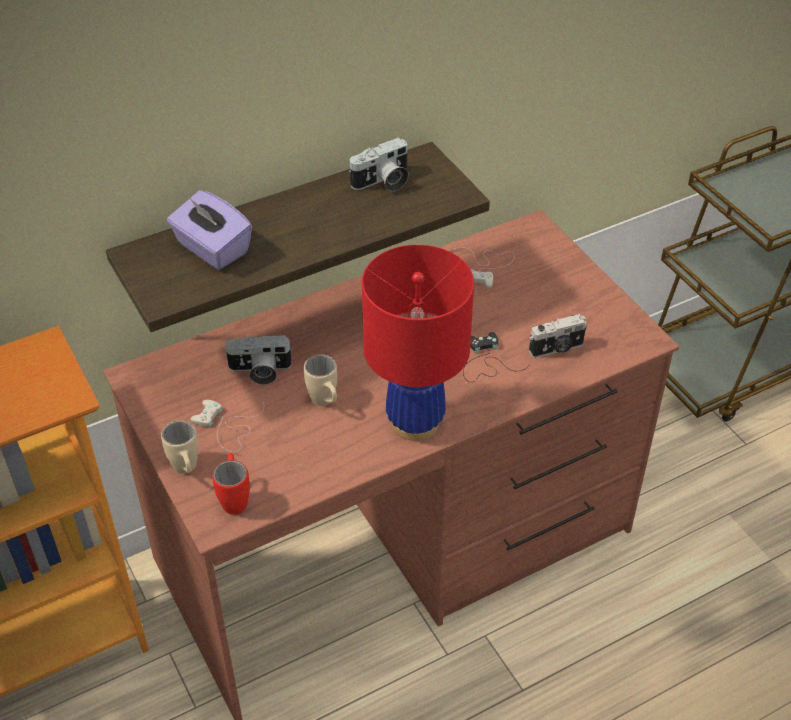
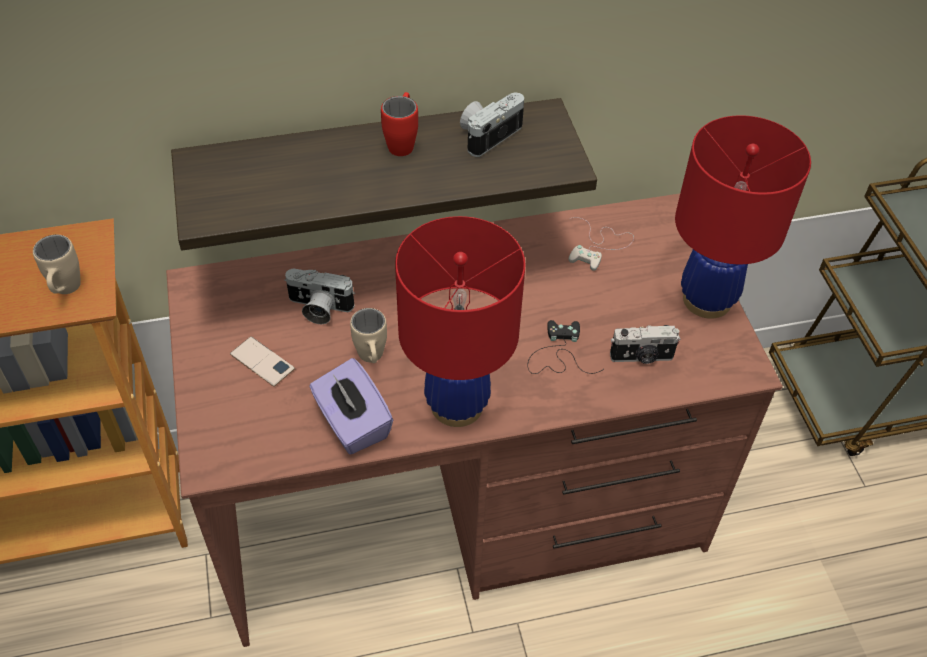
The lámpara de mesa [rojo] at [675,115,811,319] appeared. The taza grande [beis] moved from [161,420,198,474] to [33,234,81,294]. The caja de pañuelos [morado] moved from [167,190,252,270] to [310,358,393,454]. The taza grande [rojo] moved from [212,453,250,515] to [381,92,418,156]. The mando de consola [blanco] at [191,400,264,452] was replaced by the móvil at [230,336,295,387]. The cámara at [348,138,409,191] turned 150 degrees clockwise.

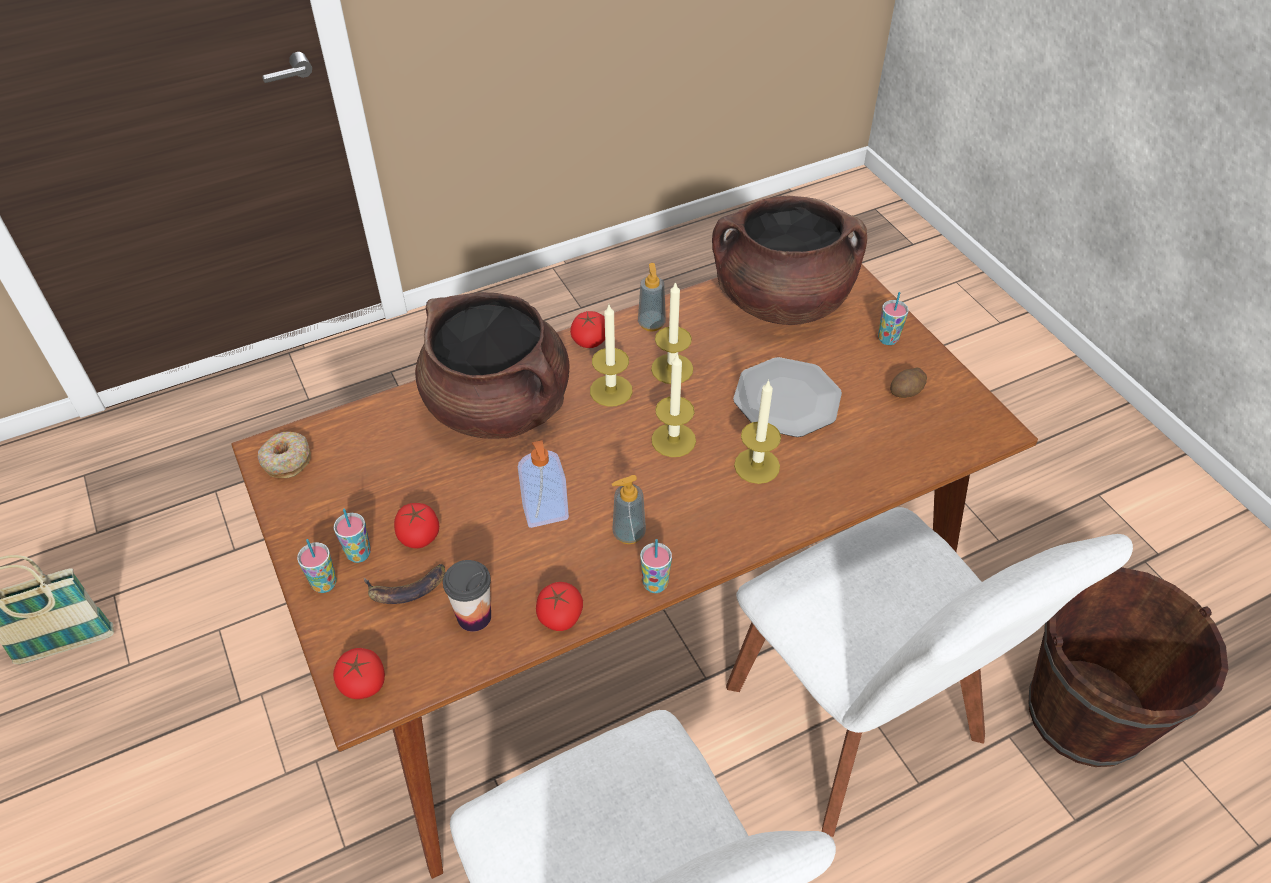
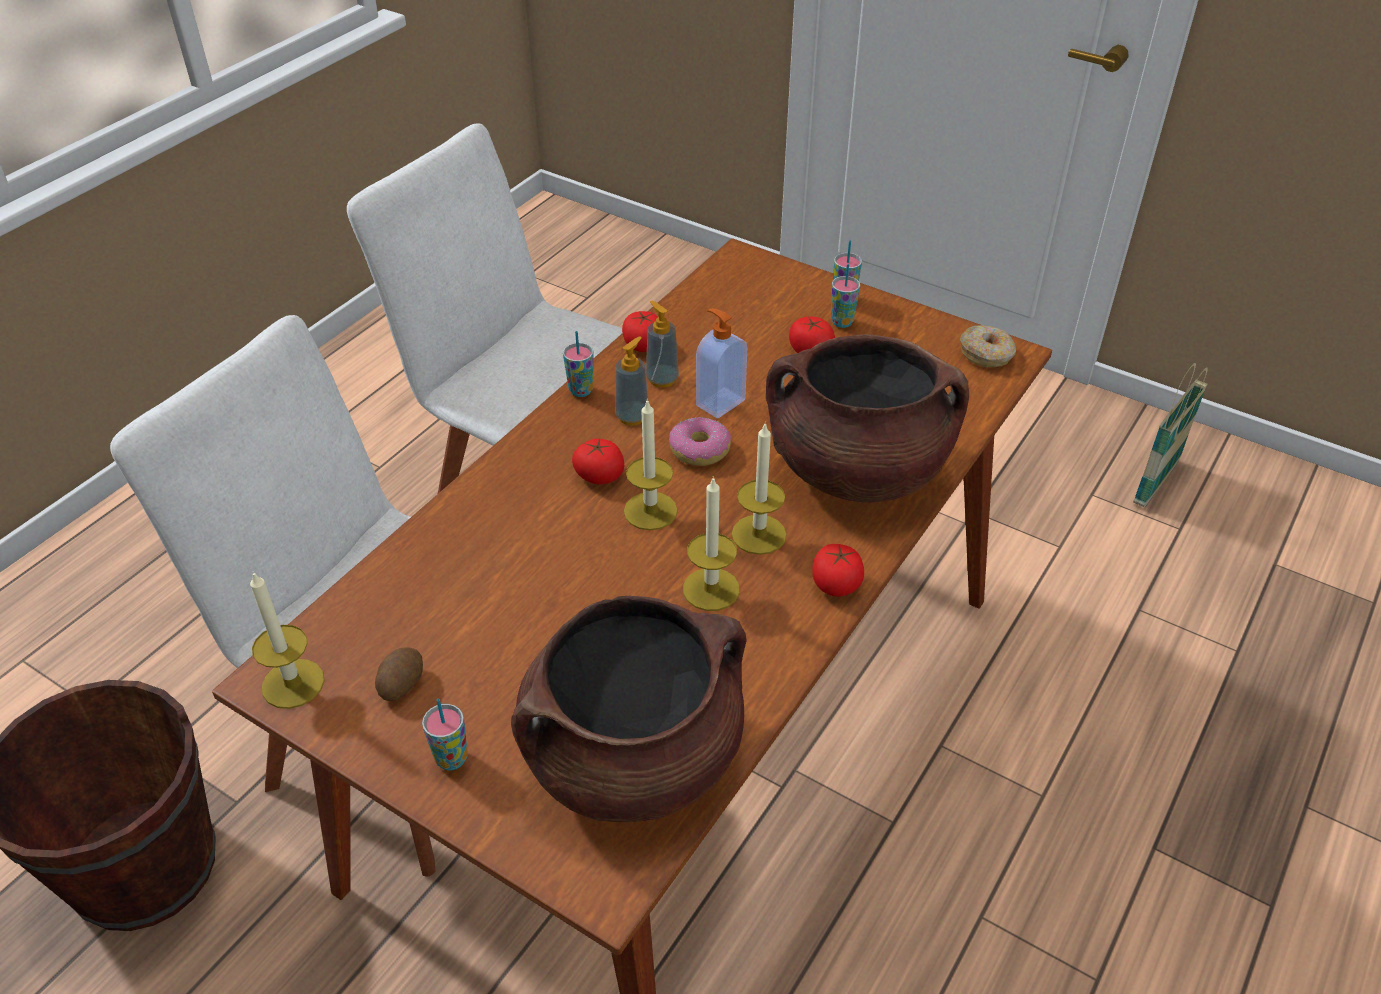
The plátano at [364,564,445,604] disappeared. The taza at [443,560,491,632] disappeared. The plato at [733,357,842,437] disappeared. The rosquilla at [669,417,731,466] appeared. The tomate moved from [333,648,385,699] to [572,439,624,485]. The dispensador de jabón moved from [638,263,666,331] to [646,301,679,388]. The vela moved from [734,379,781,484] to [250,571,325,709].

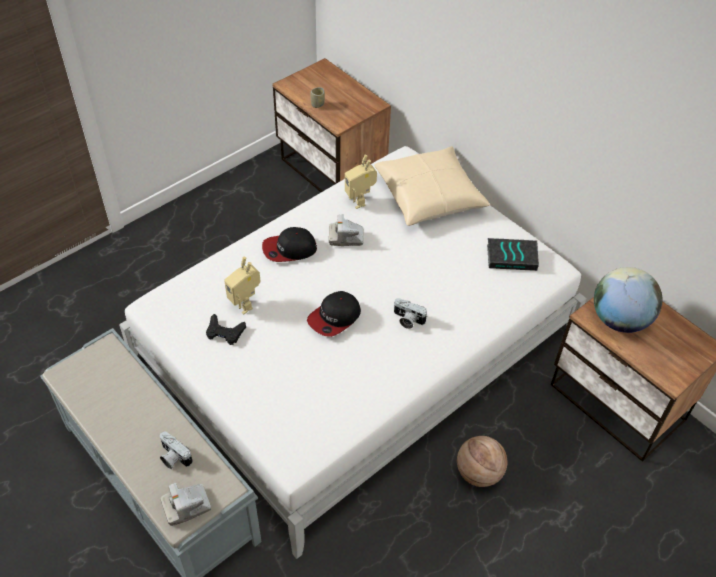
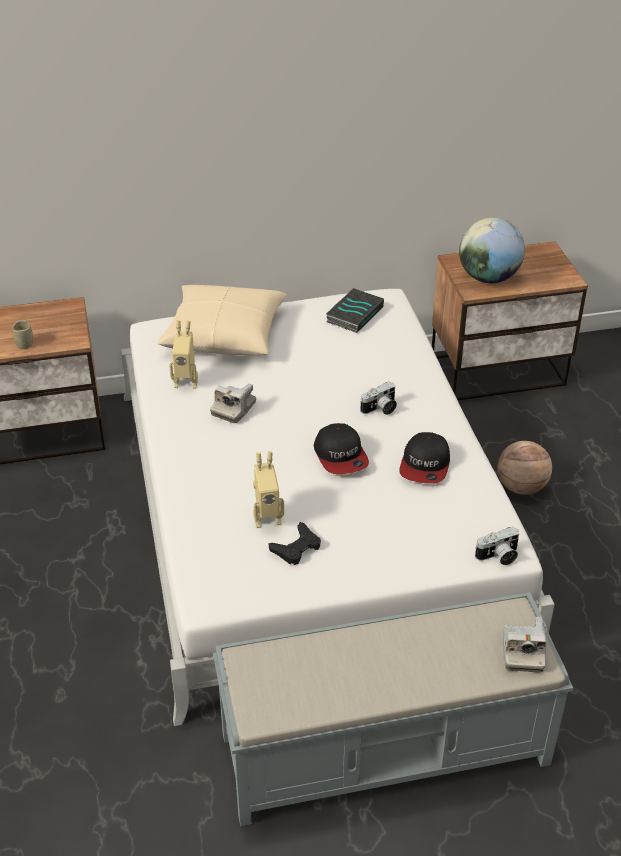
The cámara moved from [160,432,193,469] to [475,527,519,565]. The gorra moved from [262,227,317,262] to [399,432,450,484].

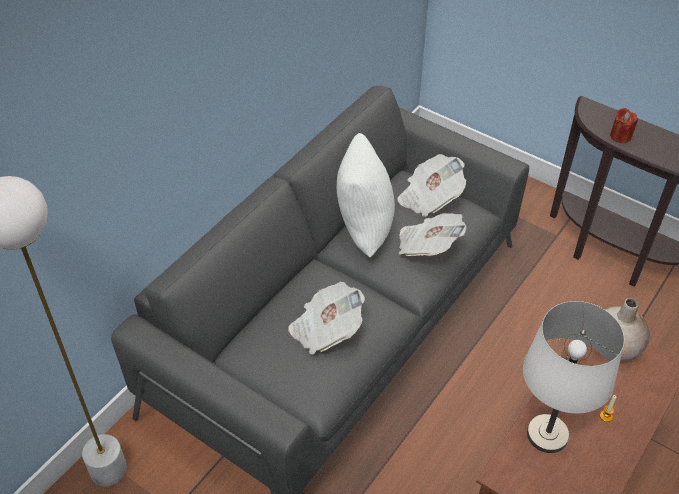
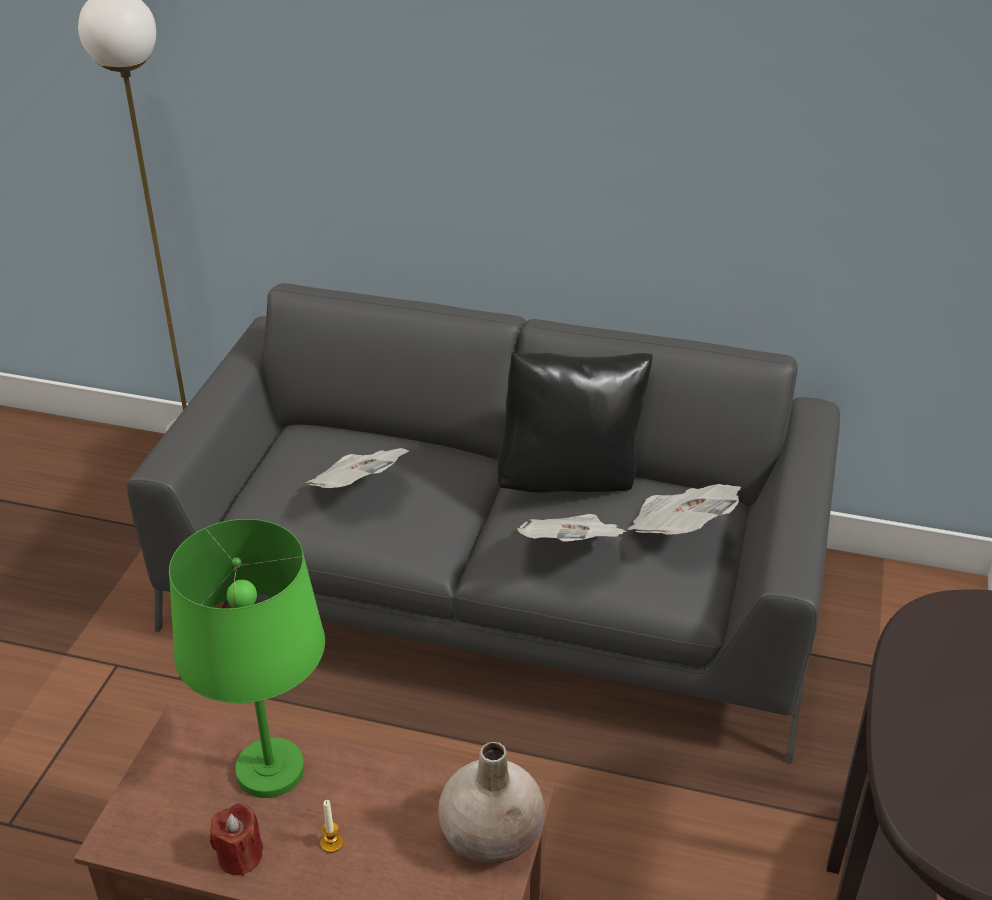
The vela [rojo] moved from [610,108,638,143] to [210,803,263,876]. The cojín [blanco] at [337,133,395,257] became the cojín [negro] at [497,352,653,493]. The lámpara de mesa [blanco] at [523,301,624,453] became the lámpara de mesa [verde] at [169,519,325,798].

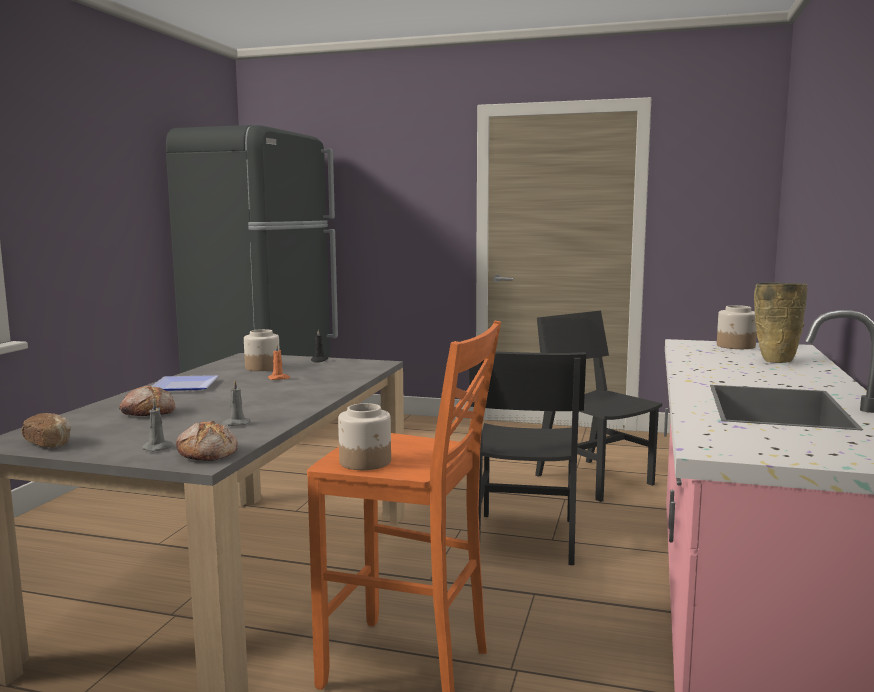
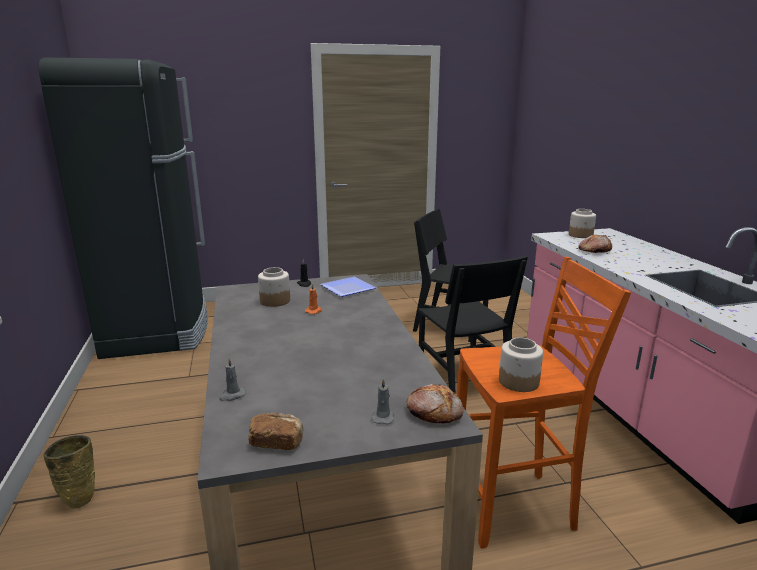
The pan moved from [119,386,175,416] to [578,235,612,253]. The plato moved from [151,375,218,391] to [320,277,376,297]. The vela [gris] moved from [222,380,250,426] to [219,358,246,401]. The florero [beis] moved from [754,283,807,363] to [43,435,95,508].

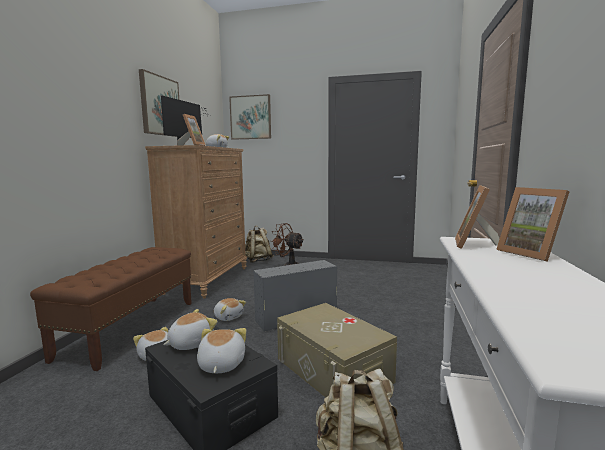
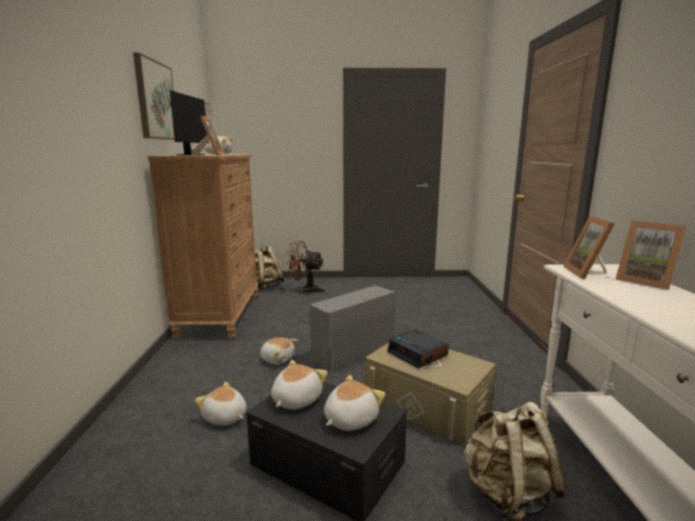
The banco [marrón] at [30,247,192,371] disappeared. The cuadro at [229,94,271,140] disappeared. The despertador at [387,329,449,369] appeared. The peluche at [197,328,246,373] turned 60 degrees clockwise.

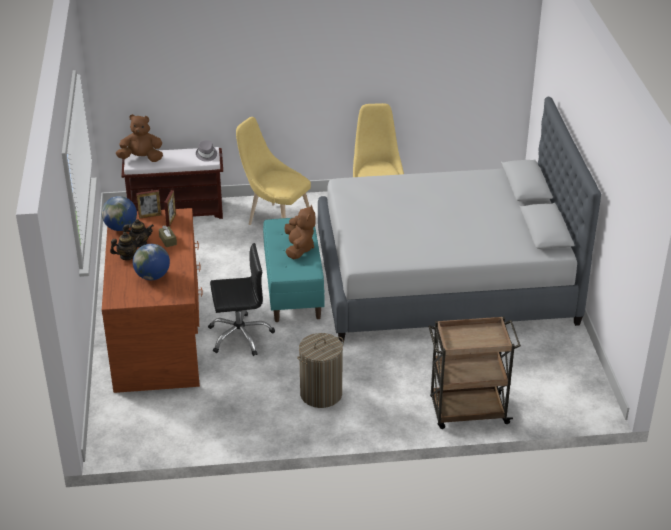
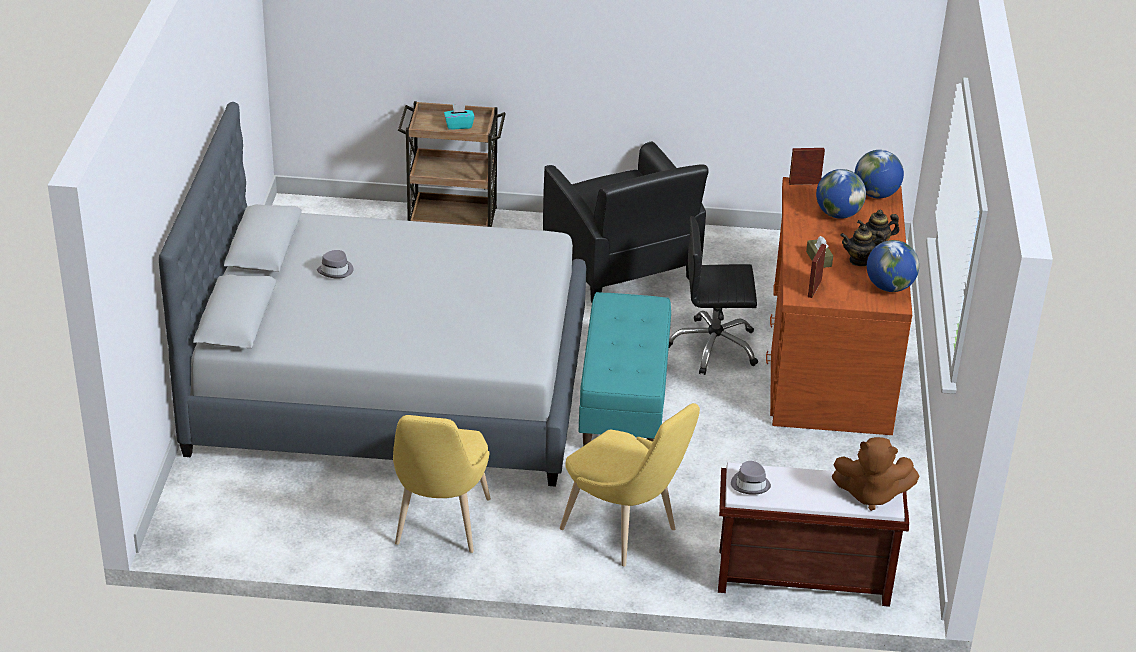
The peluche [marrón] at [285,205,316,259] disappeared. The sombrero [gris] at [317,250,354,279] appeared. The caja de pañuelos [turquesa] at [444,104,475,130] appeared. The globo terráqueo at [855,150,904,198] appeared. The portarretratos moved from [136,190,161,219] to [789,148,825,185]. The cesto de la ropa at [297,333,344,408] was replaced by the sillón [negro] at [543,142,709,302].

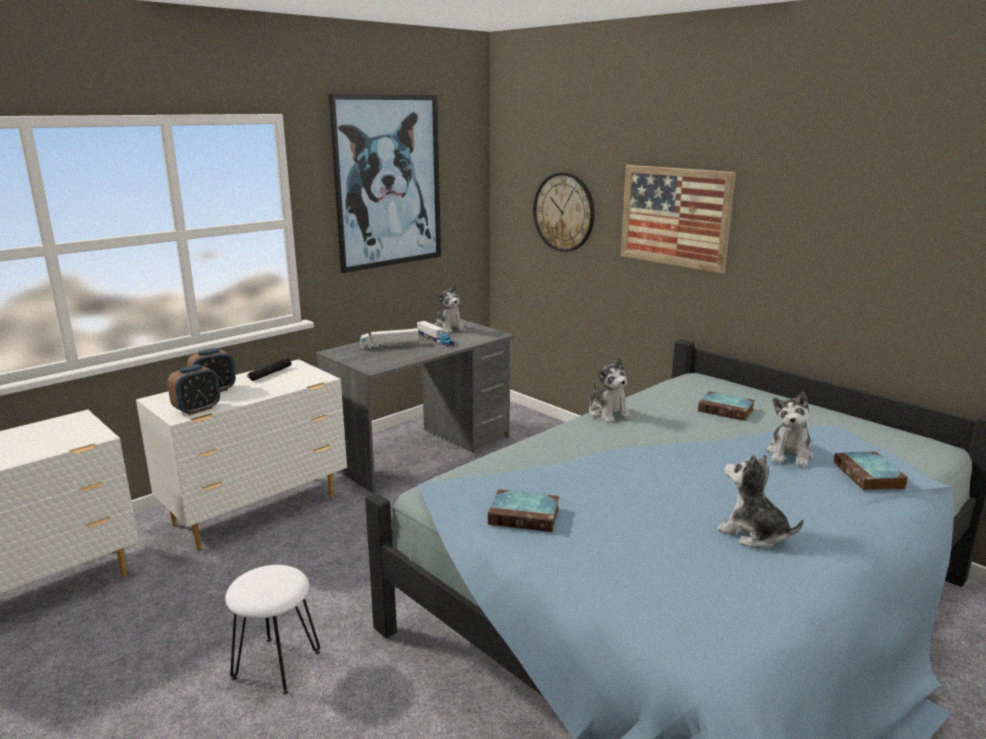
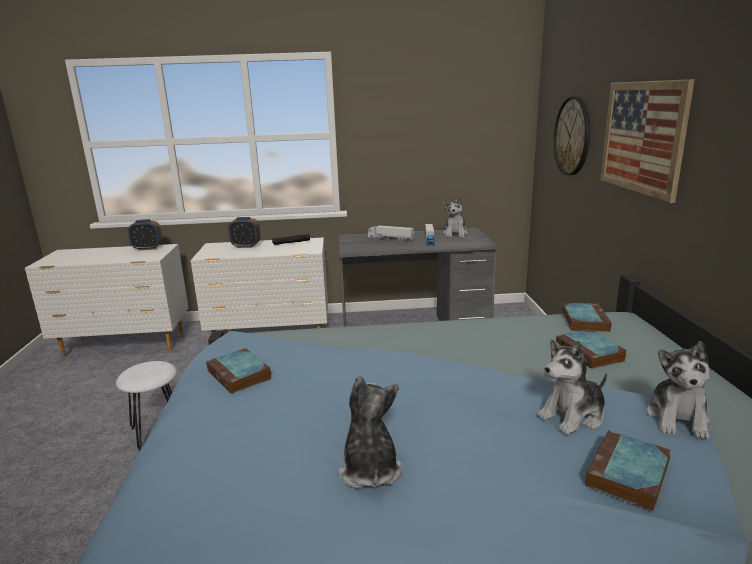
The cuadro at [329,94,441,273] disappeared. The libro at [562,303,611,332] appeared. The despertador moved from [168,364,220,415] to [128,219,162,251]. The peluche moved from [589,357,632,423] to [646,341,710,439].

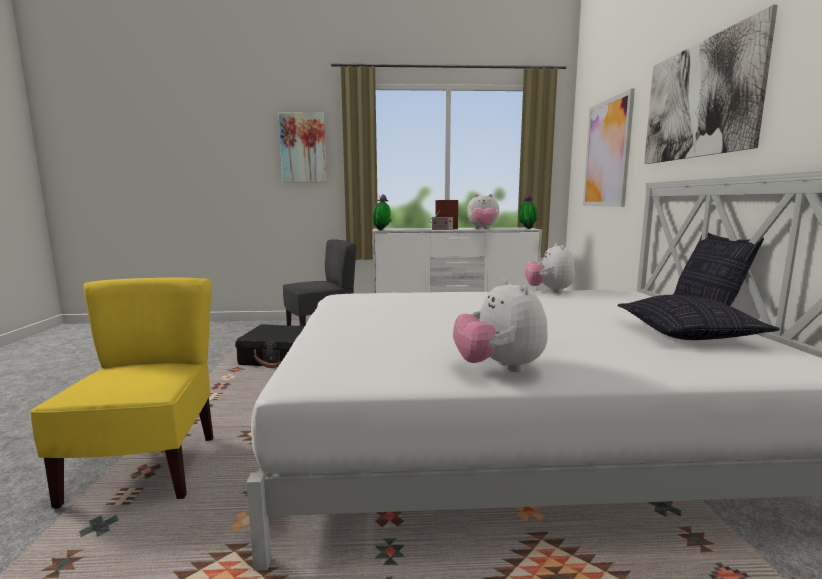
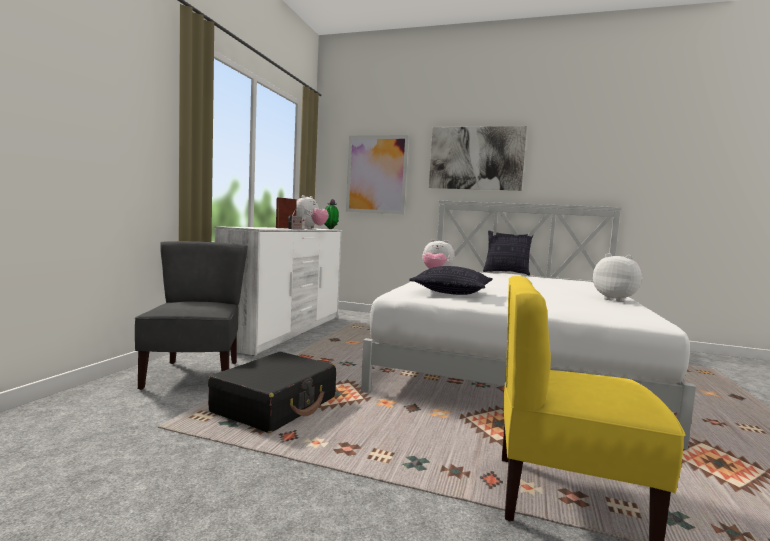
The cuadro at [278,112,327,182] disappeared. The planta en maceta at [372,194,392,230] disappeared. The cojín moved from [617,295,780,340] to [409,266,492,295]. The peluche at [453,279,548,372] turned 135 degrees counterclockwise.

